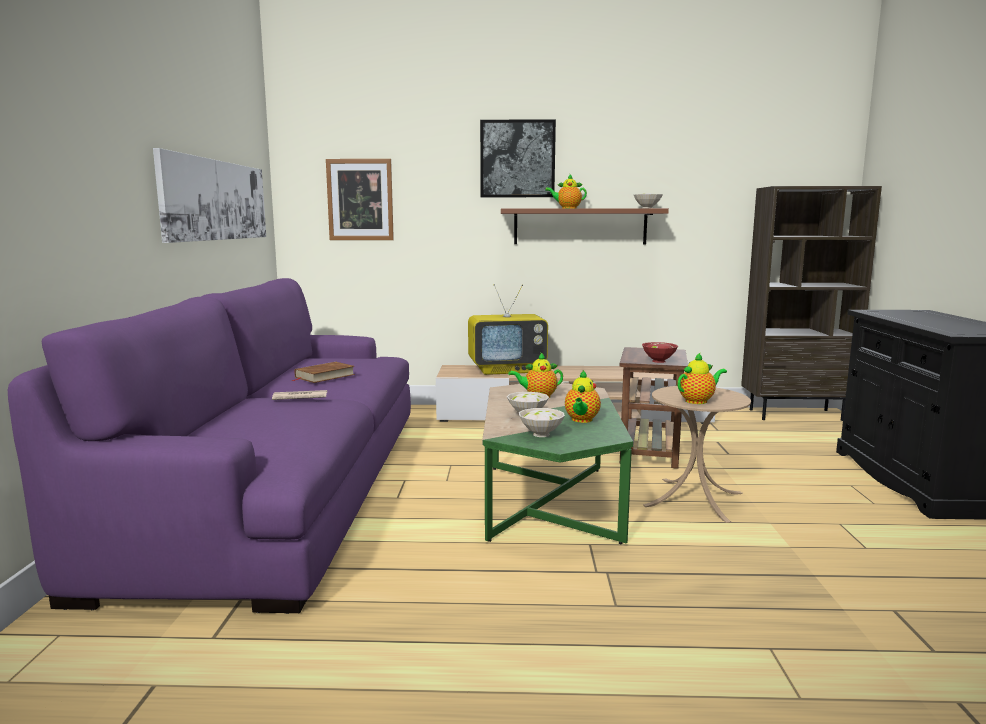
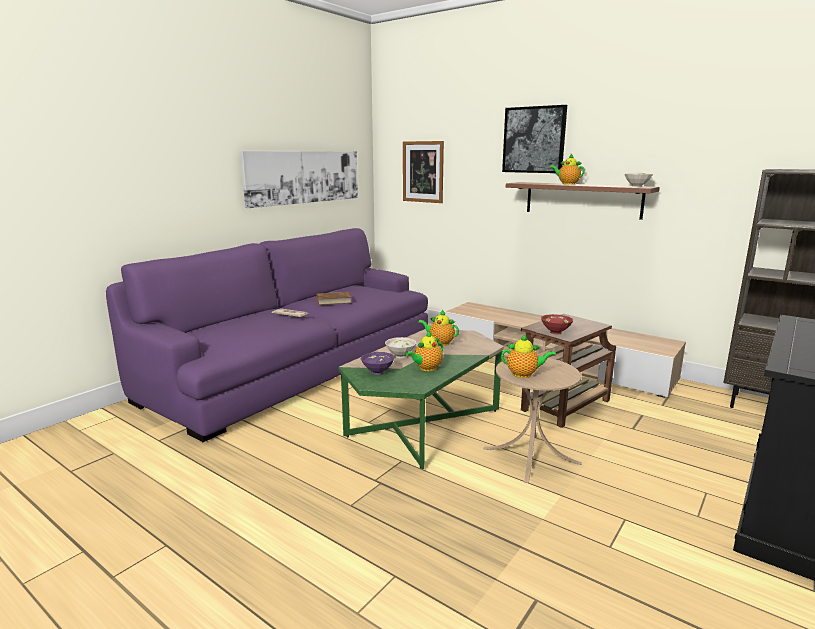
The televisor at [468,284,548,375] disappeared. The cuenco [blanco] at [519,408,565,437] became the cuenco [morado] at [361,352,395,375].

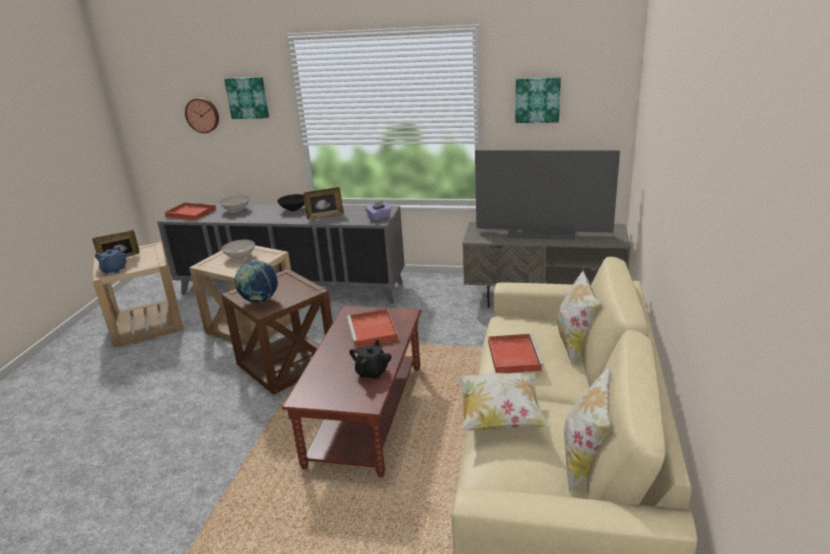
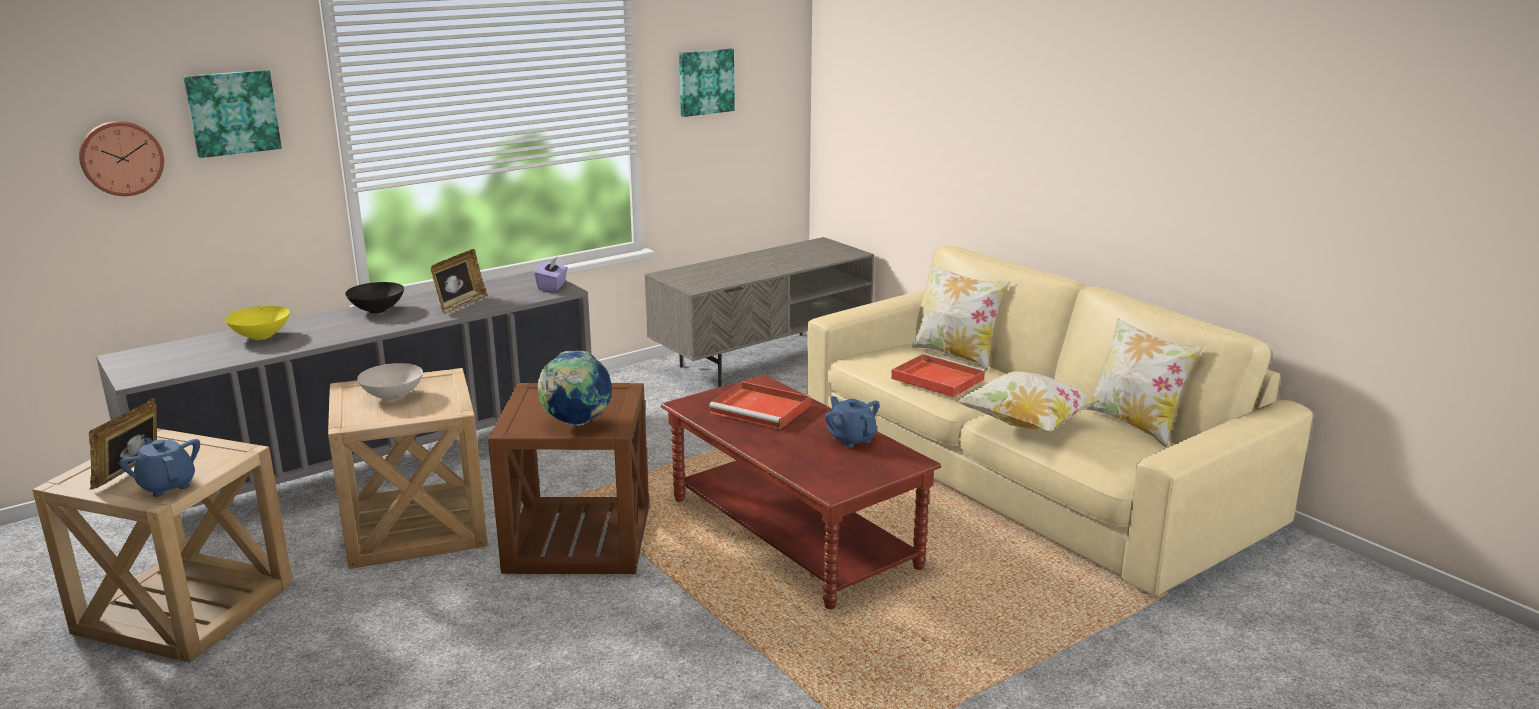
The bandeja [rojo] at [165,202,216,221] disappeared. The televisor at [475,150,620,240] disappeared. The cuenco [blanco] at [220,195,250,212] became the cuenco [amarillo] at [225,306,290,340]. The tetera [negro] at [349,340,392,379] became the tetera [azul] at [825,396,879,448].

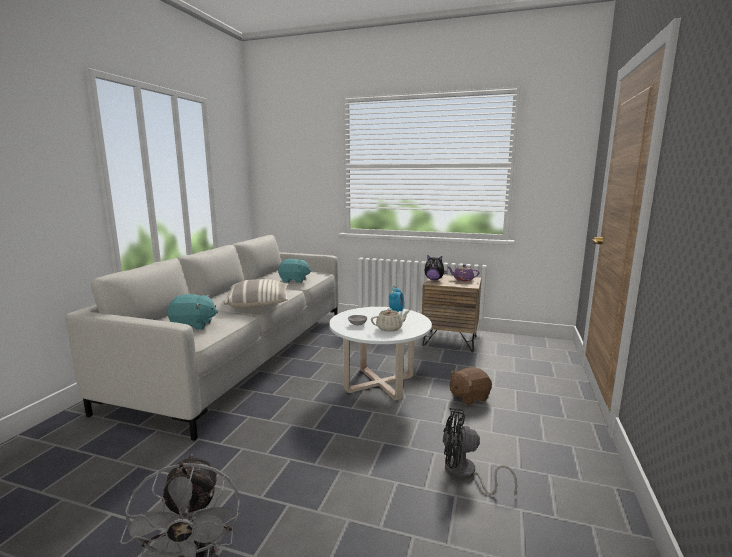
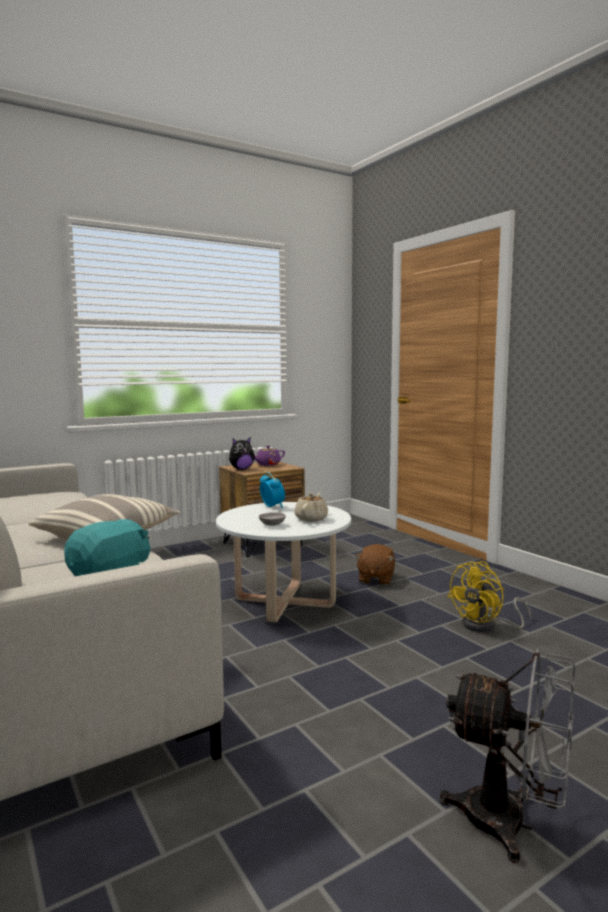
The peluche [turquesa] at [278,259,311,283] disappeared. The ventilador [negro] at [443,408,517,495] became the ventilador [amarillo] at [447,561,532,632].

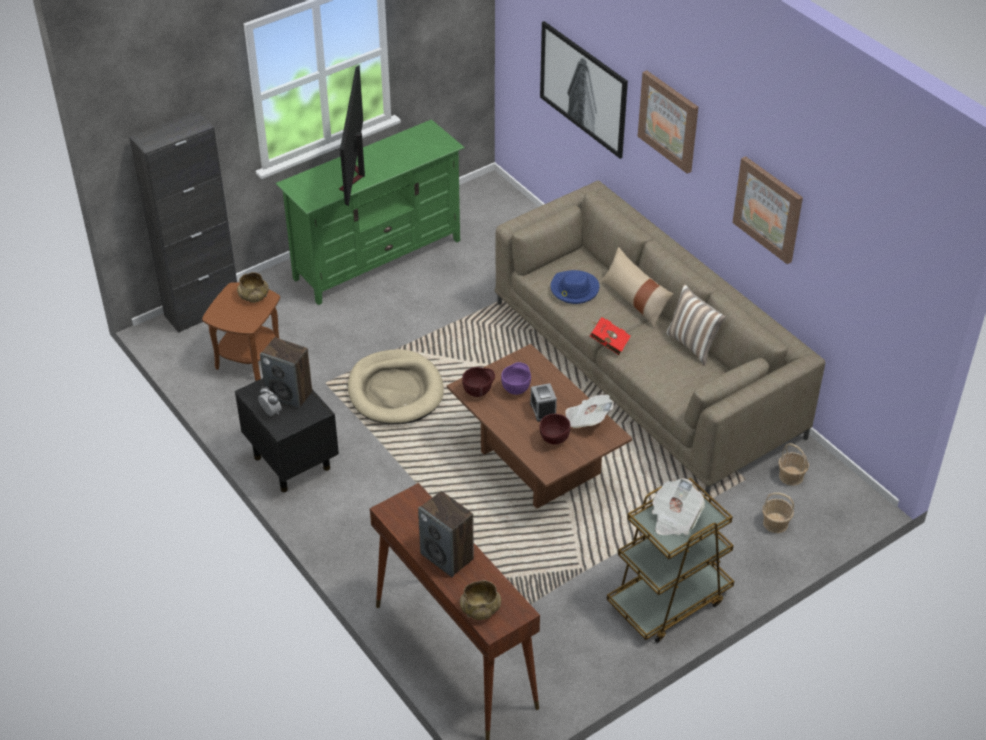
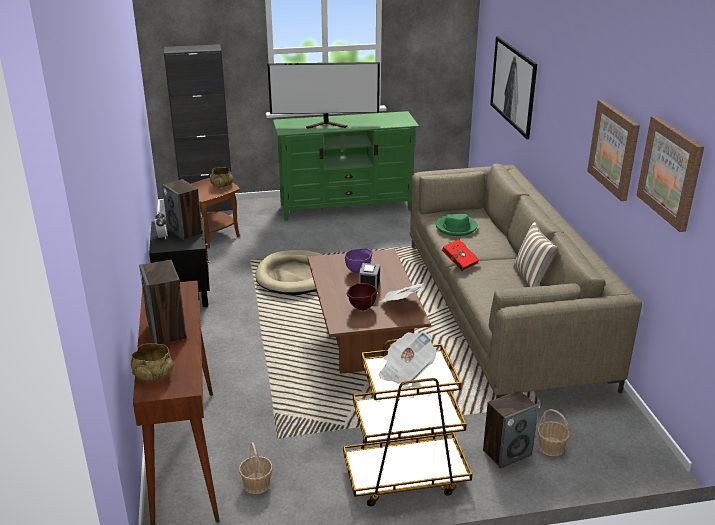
The cuenco [marrón] at [462,367,495,397] disappeared. The cojín [beis] at [602,247,673,328] disappeared. The altavoz at [483,390,538,468] appeared. The cuadro moved from [638,71,698,173] to [636,116,704,232]. The cesta moved from [778,443,809,486] to [239,442,273,494]. The sombrero [azul] at [550,270,599,304] became the sombrero [verde] at [436,214,478,236]. The televisor at [339,65,365,206] turned 120 degrees counterclockwise.

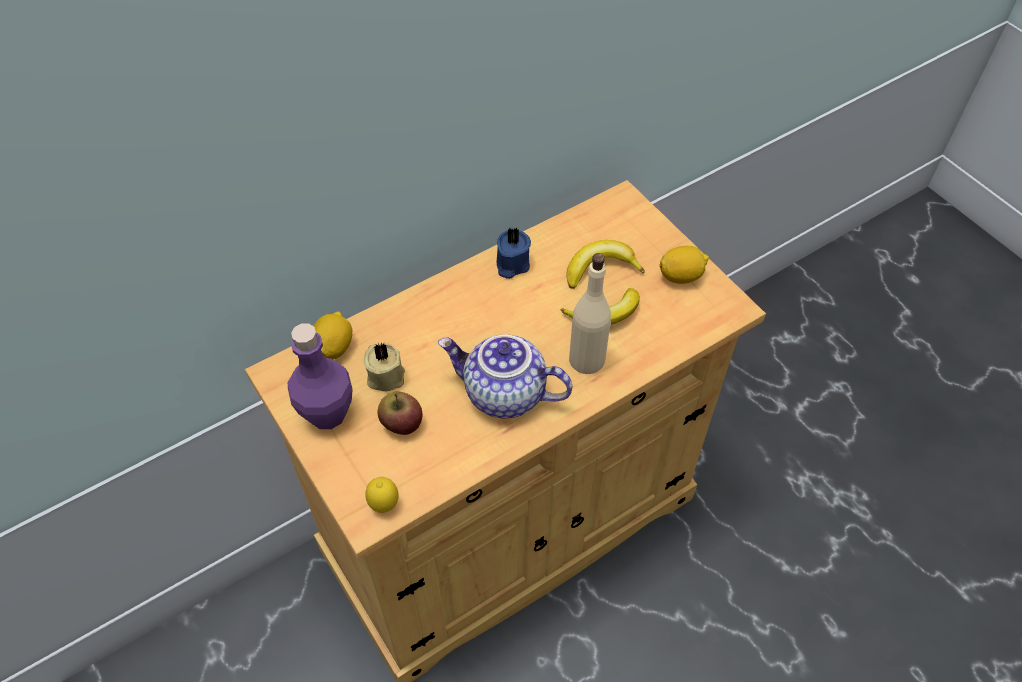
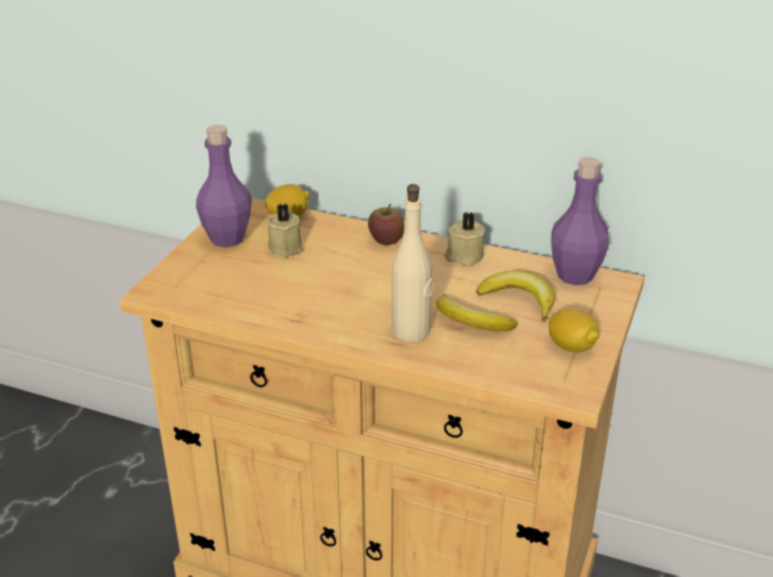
The limón at [365,477,399,513] disappeared. The tetera at [438,334,572,418] disappeared. The botella [morado] at [551,157,609,285] appeared. The manzana moved from [378,392,422,435] to [368,204,404,245]. The vela [azul] at [497,227,531,279] became the vela [beis] at [445,212,485,266].

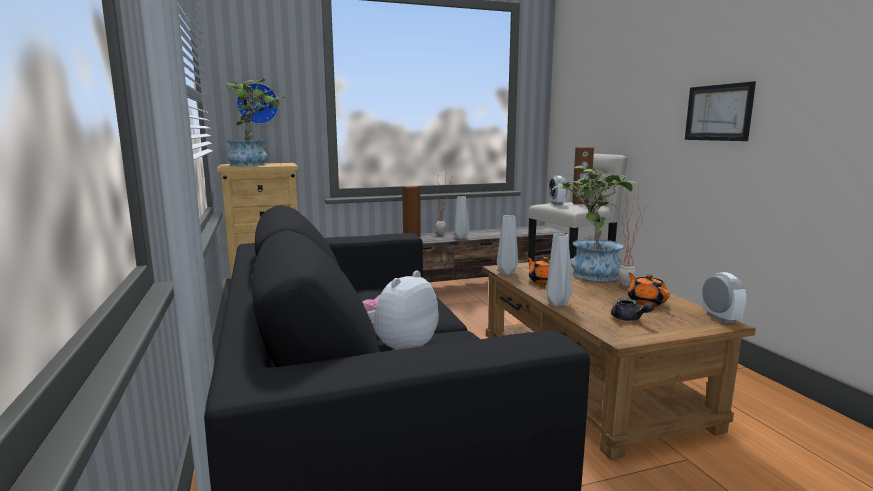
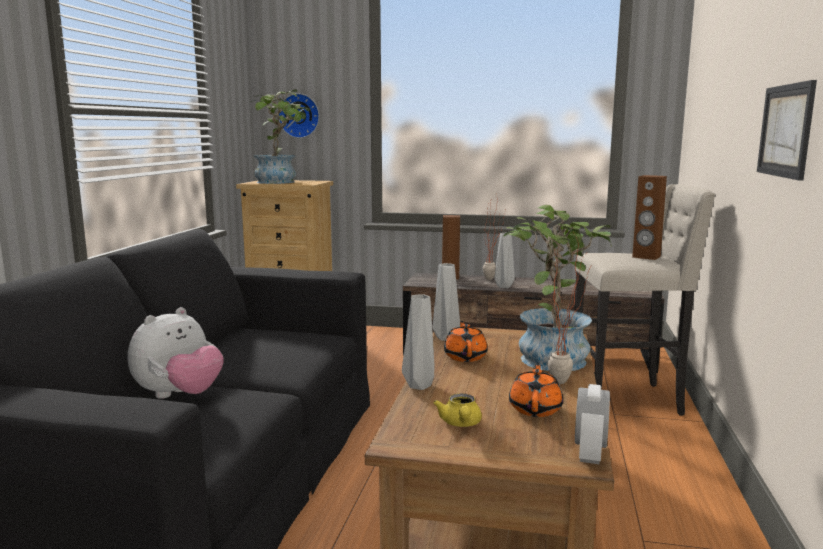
The despertador at [549,176,567,205] disappeared. The tetera [gris] at [611,298,654,321] became the tetera [amarillo] at [433,393,482,427]. The peluche at [362,270,439,350] turned 150 degrees clockwise.

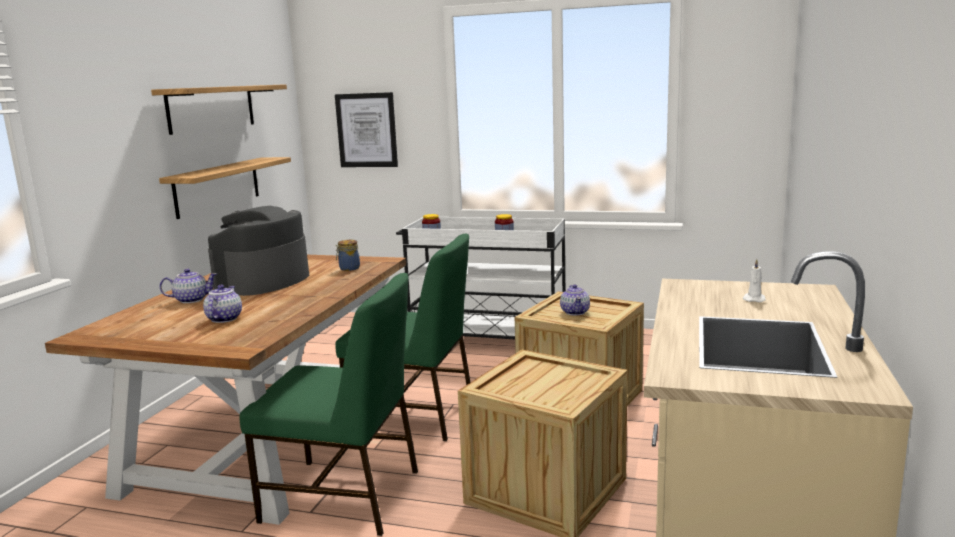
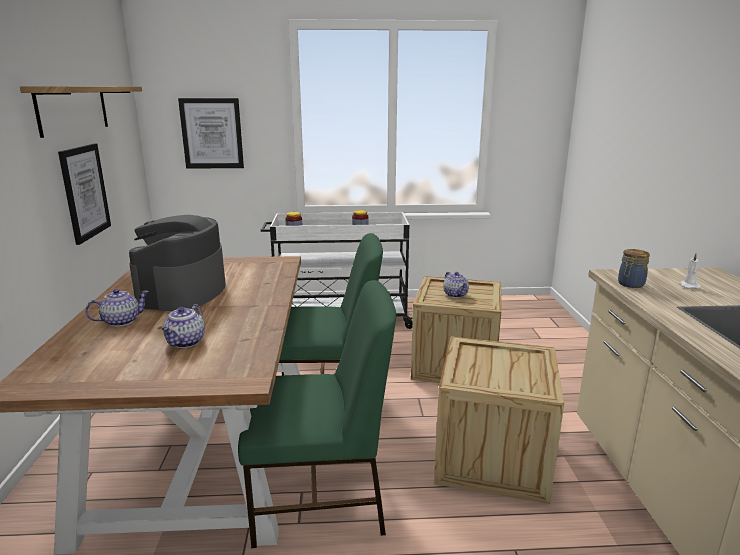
The tarro moved from [335,240,360,271] to [618,249,650,288]. The estante at [159,157,291,219] was replaced by the cuadro at [58,143,111,245]. The tetera at [203,285,242,323] turned 150 degrees counterclockwise.

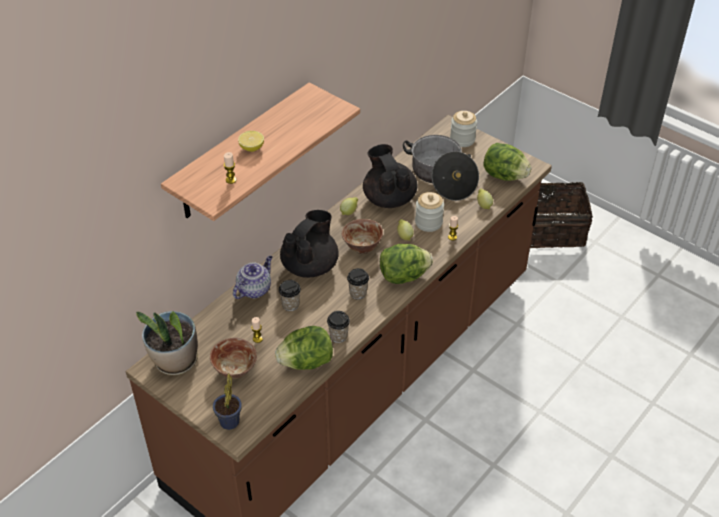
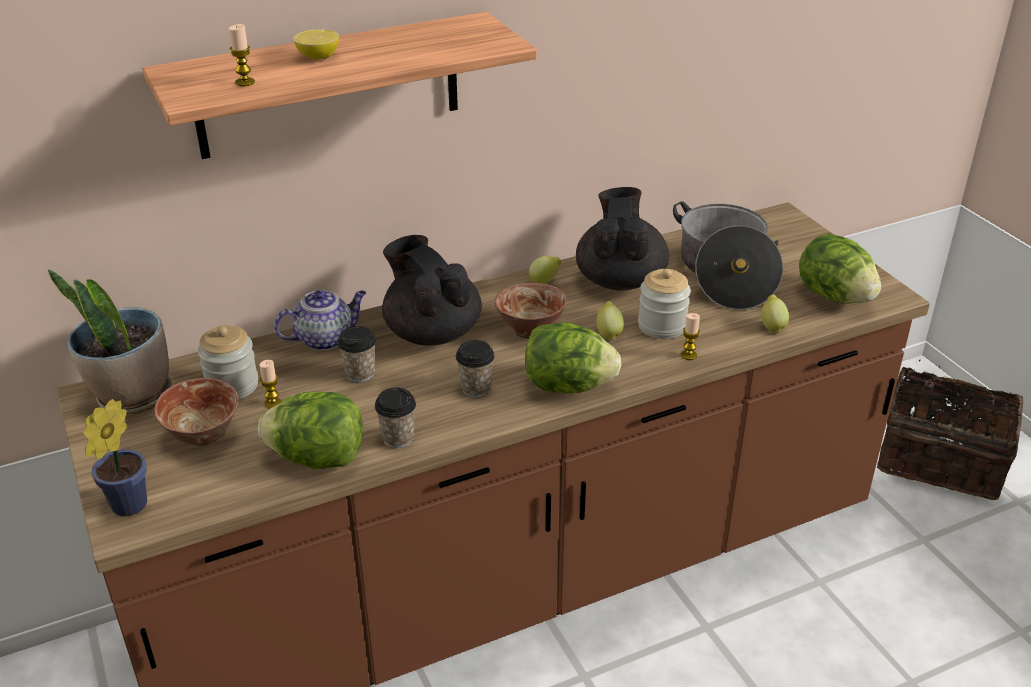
The tarro moved from [450,111,477,147] to [198,325,258,399]. The tetera [negro] at [280,210,339,278] turned 90 degrees counterclockwise.

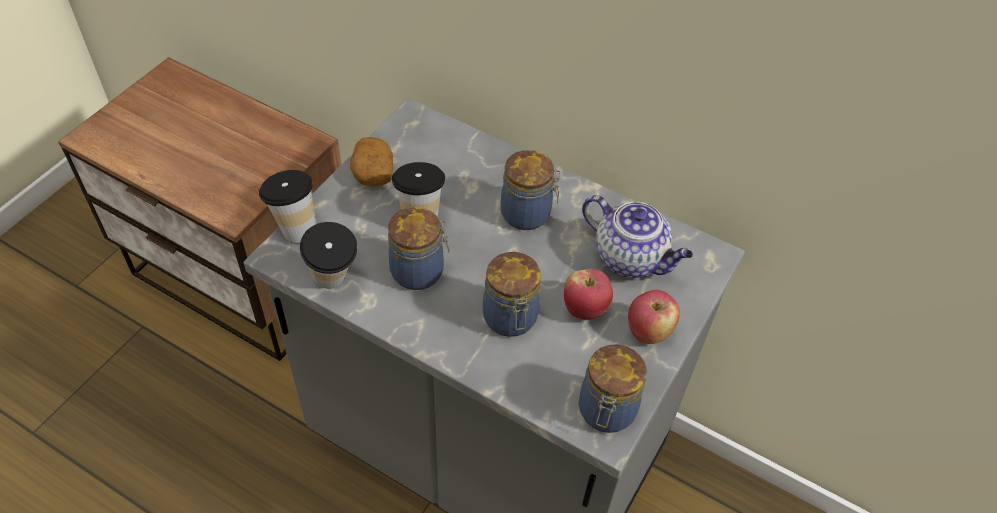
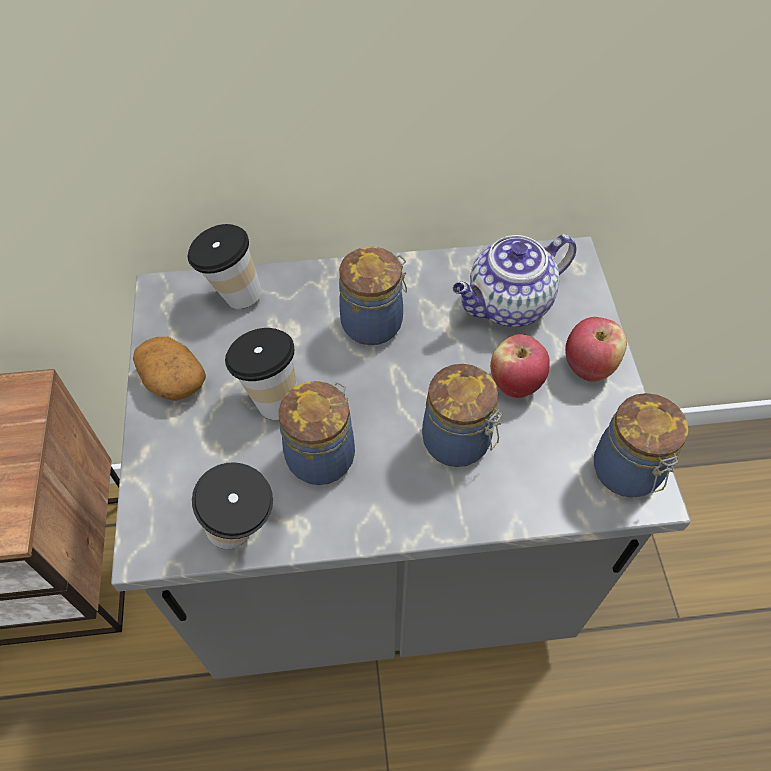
The taza moved from [259,170,316,243] to [188,224,262,309]. The tetera at [582,195,693,278] turned 150 degrees clockwise.

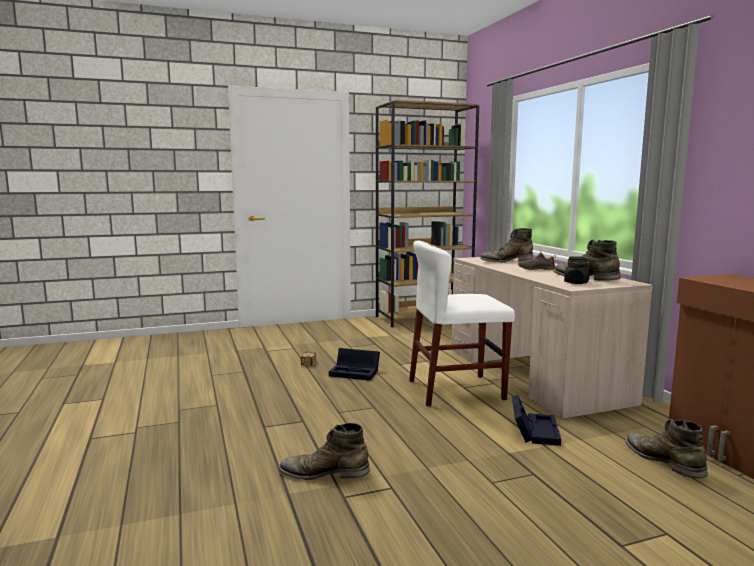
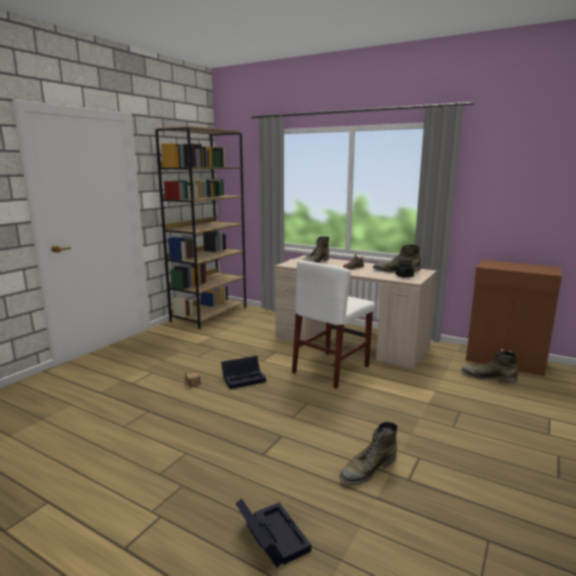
The caja de almacenaje [negro] moved from [512,395,561,446] to [235,499,311,568].

